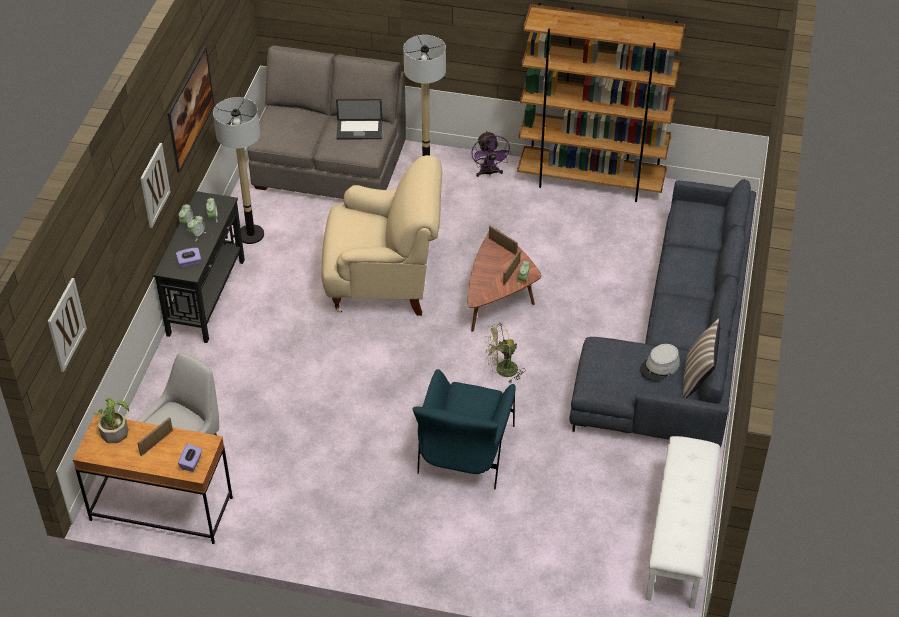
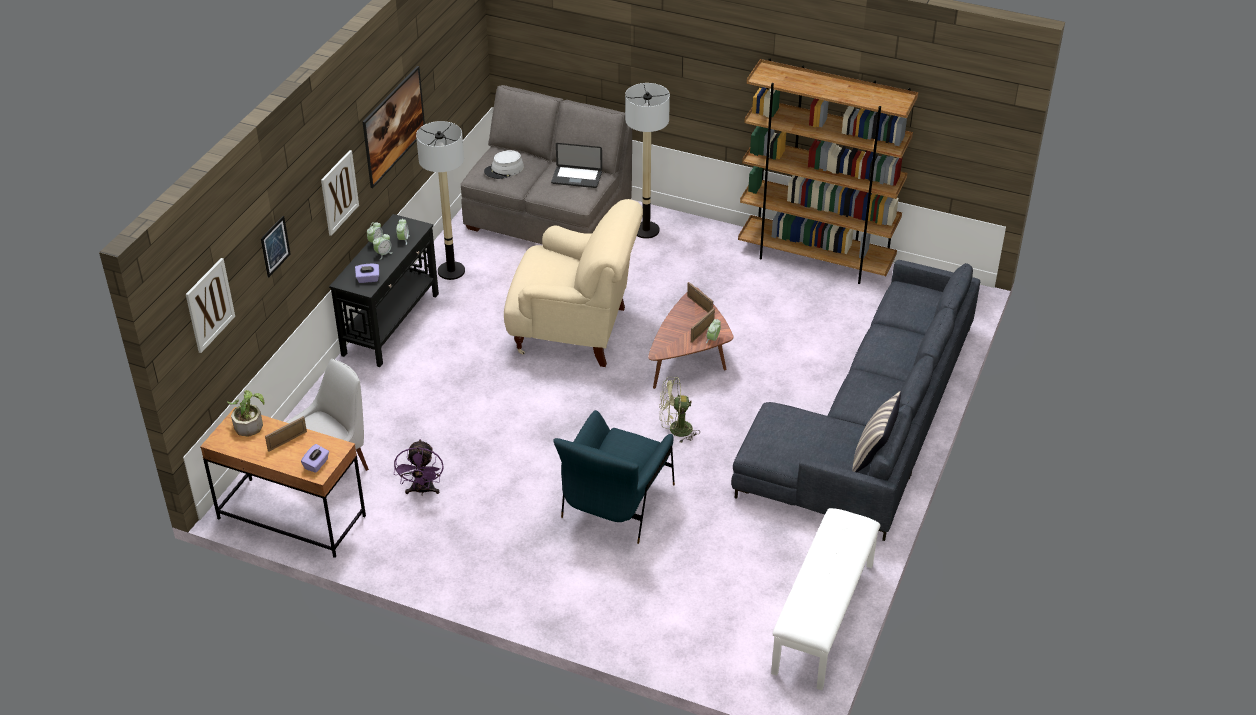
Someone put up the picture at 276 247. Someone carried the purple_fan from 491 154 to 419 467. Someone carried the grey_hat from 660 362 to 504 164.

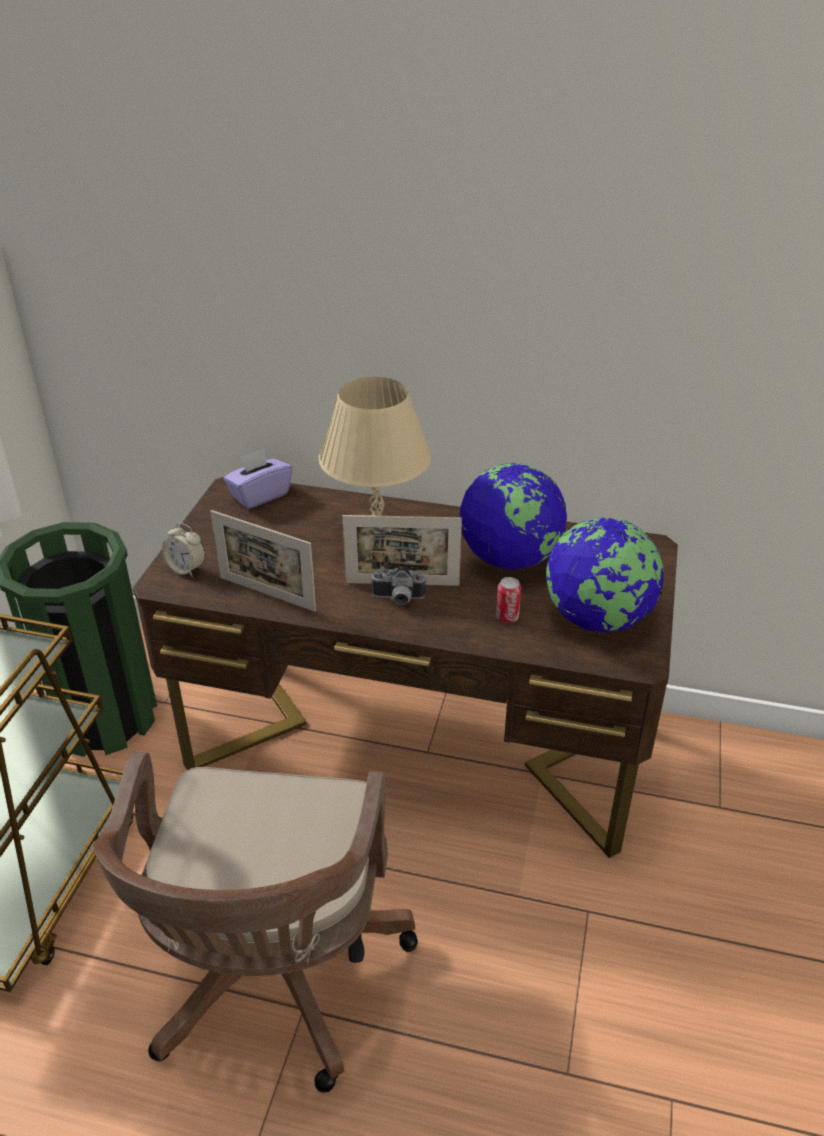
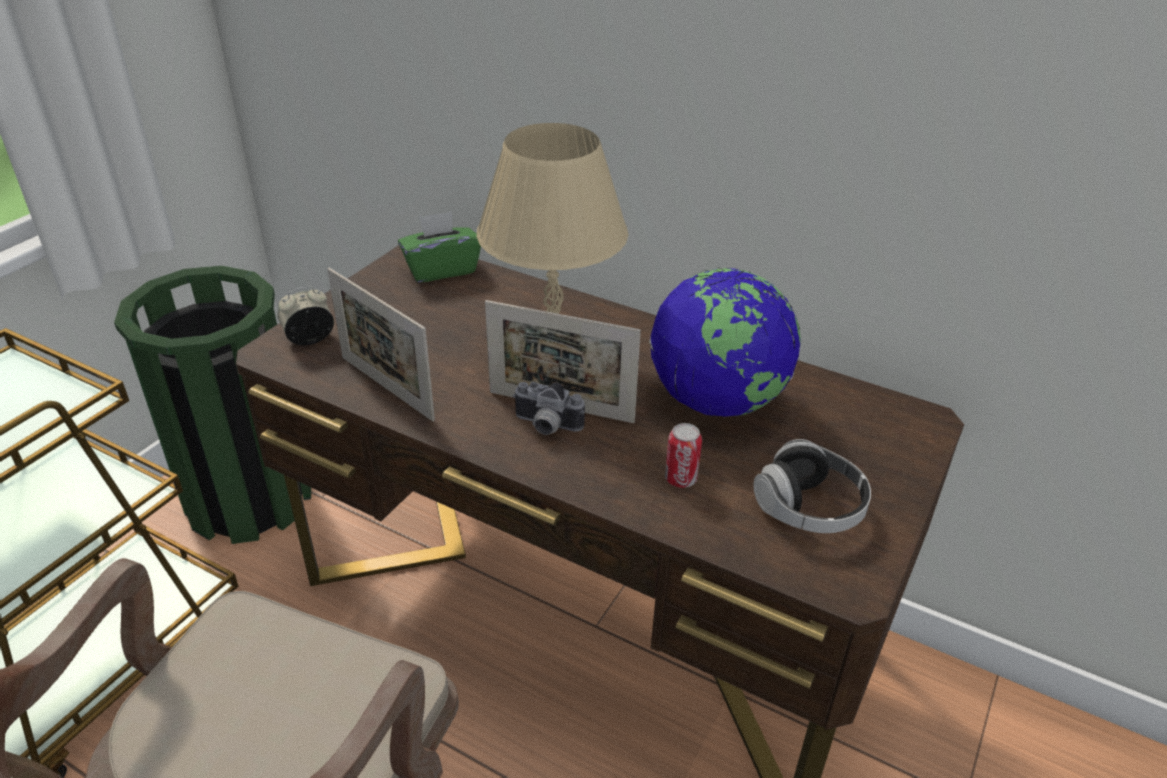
Someone rotated the alarm_clock at 184 550 by 105 degrees clockwise. Someone repainted the purple_tissue_box at 257 479, which became the green_tissue_box at 439 247. Someone swapped the globe at 605 575 for the headphones at 812 486.

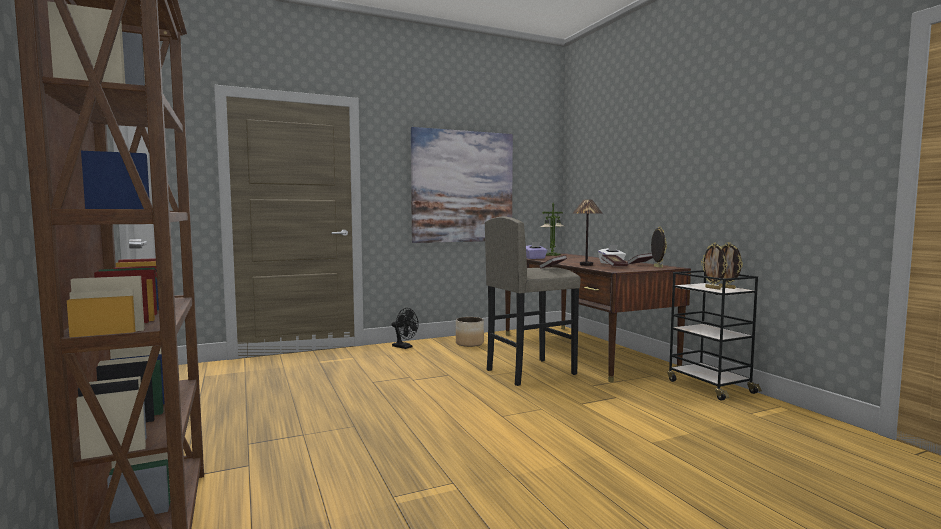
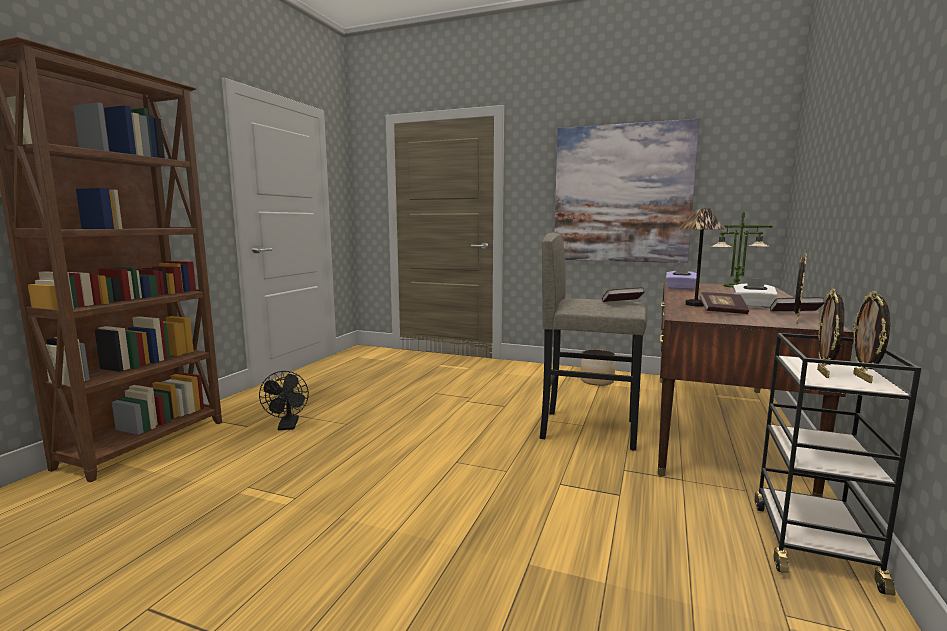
Someone carried the black_fan from 405 328 to 284 400.

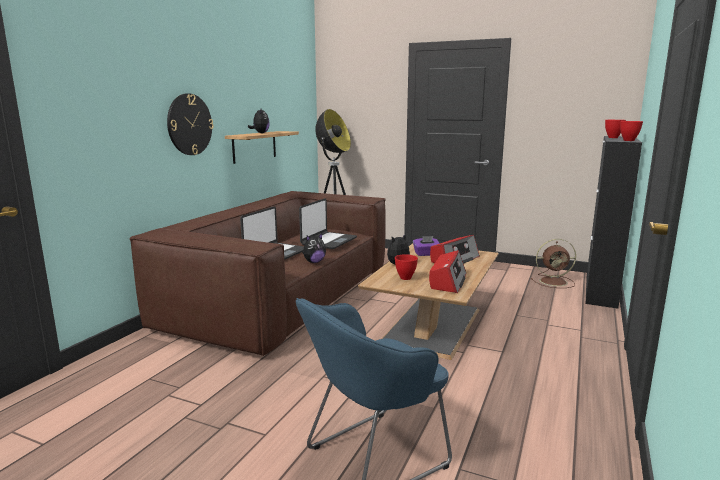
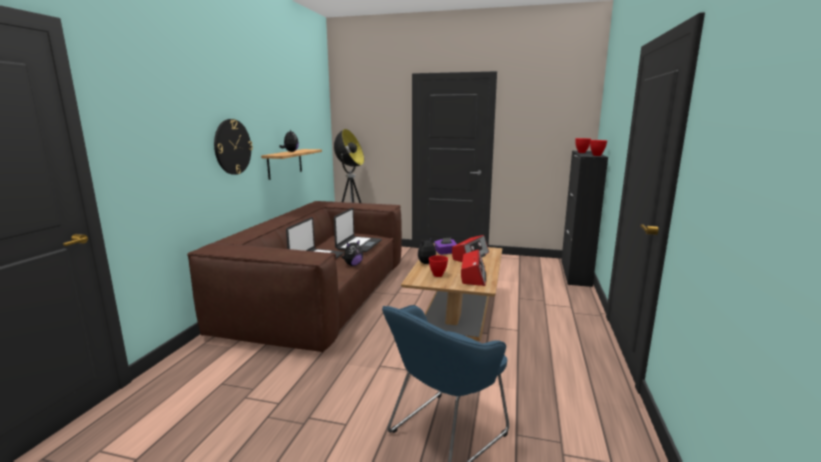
Someone took away the brown_fan at 553 263.

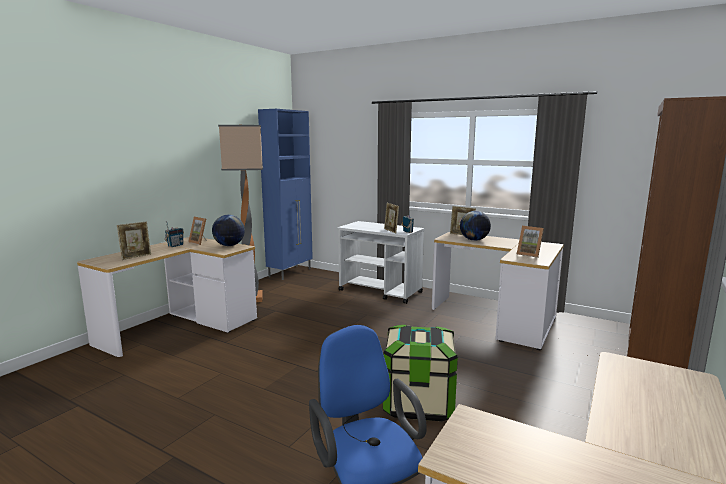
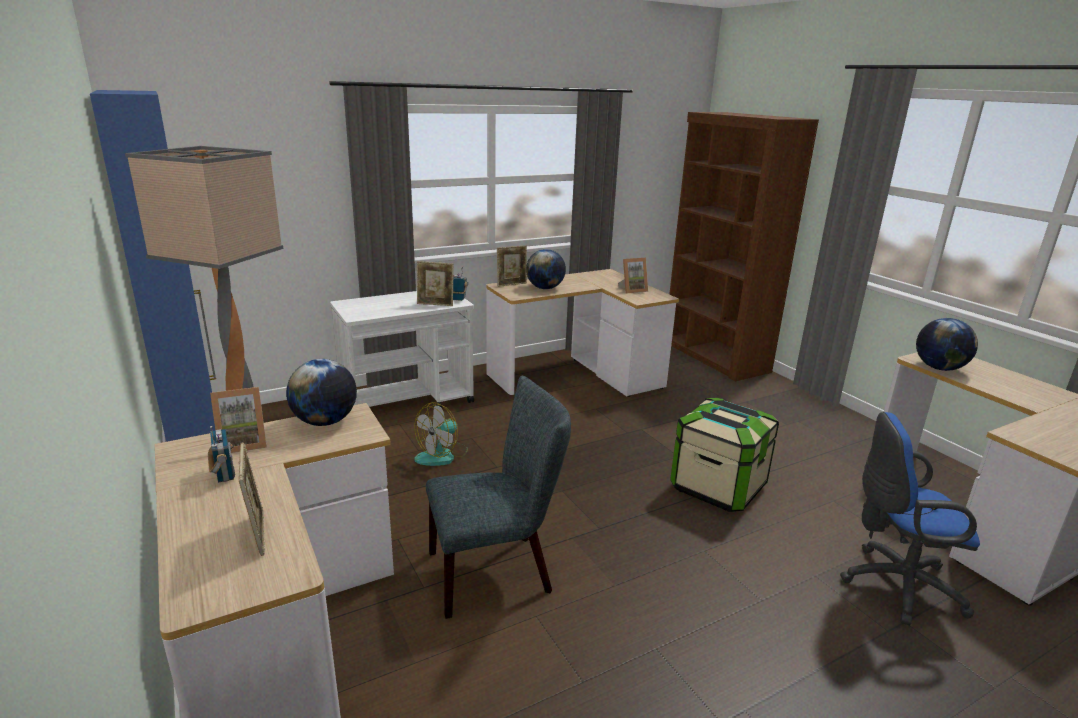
Someone put down the fan at 441 434. Someone put down the grey_chair at 498 497. Someone put down the globe at 947 344.

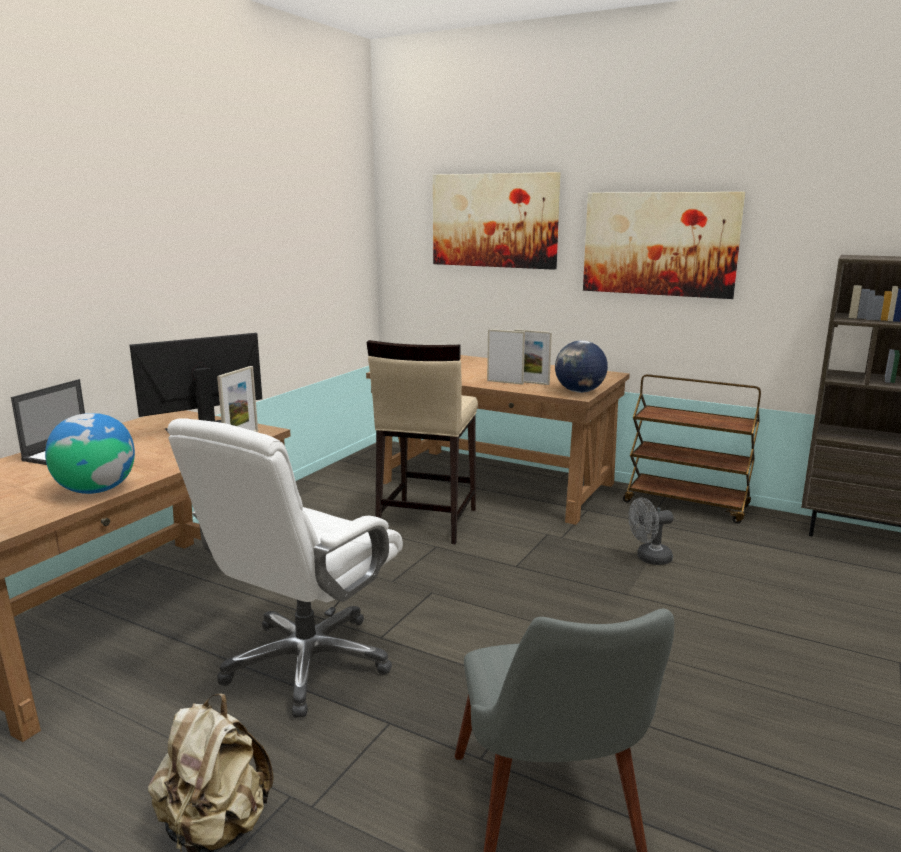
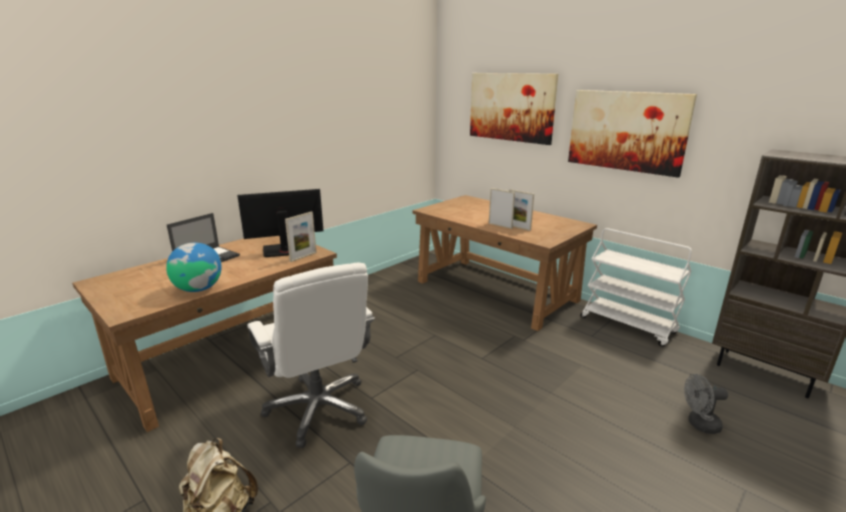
Someone rotated the white_office_chair at 285 568 by 75 degrees counterclockwise. Someone repainted the brown_cart at 692 449, which became the white_cart at 636 287. Someone carried the grey_fan from 650 531 to 706 404. Someone took away the beige_stool at 422 442. Someone took away the globe at 581 366.

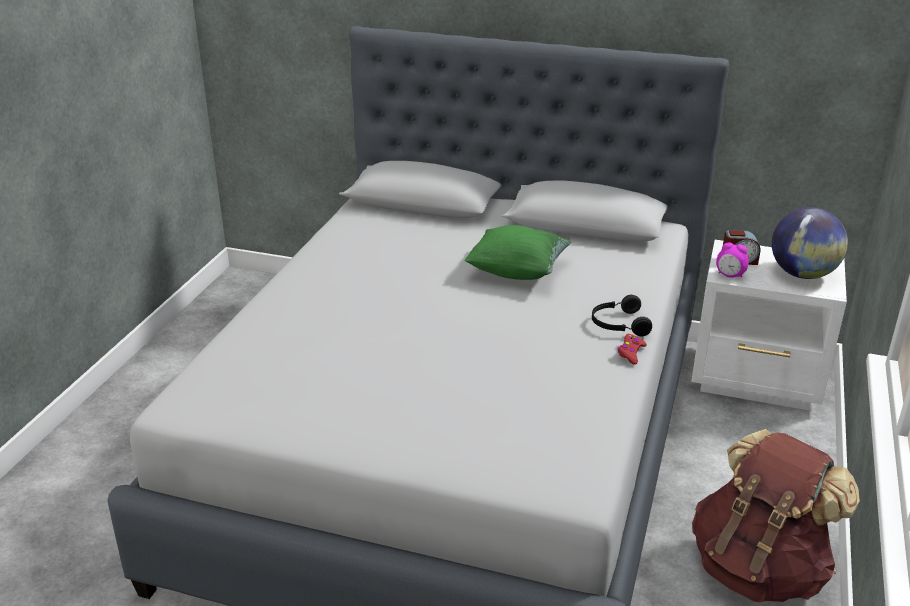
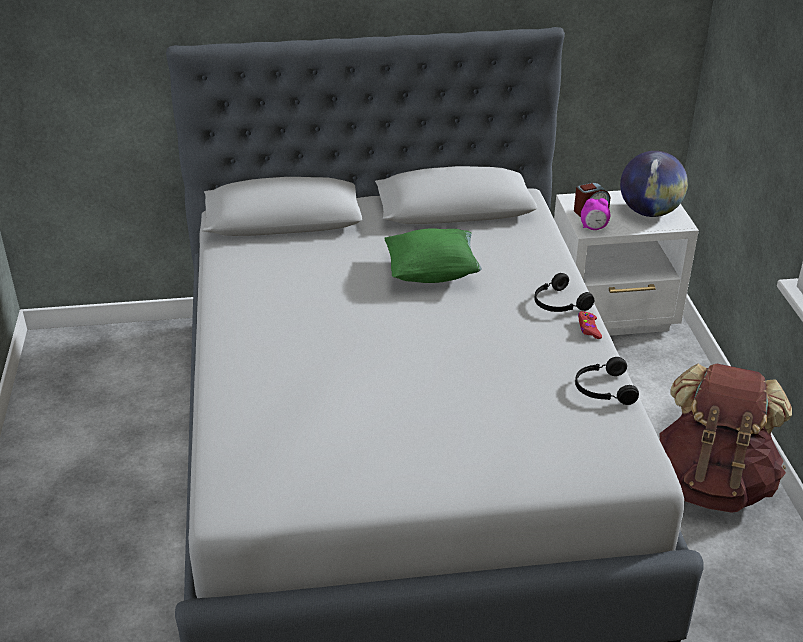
Someone put down the black_headphones at 607 381.

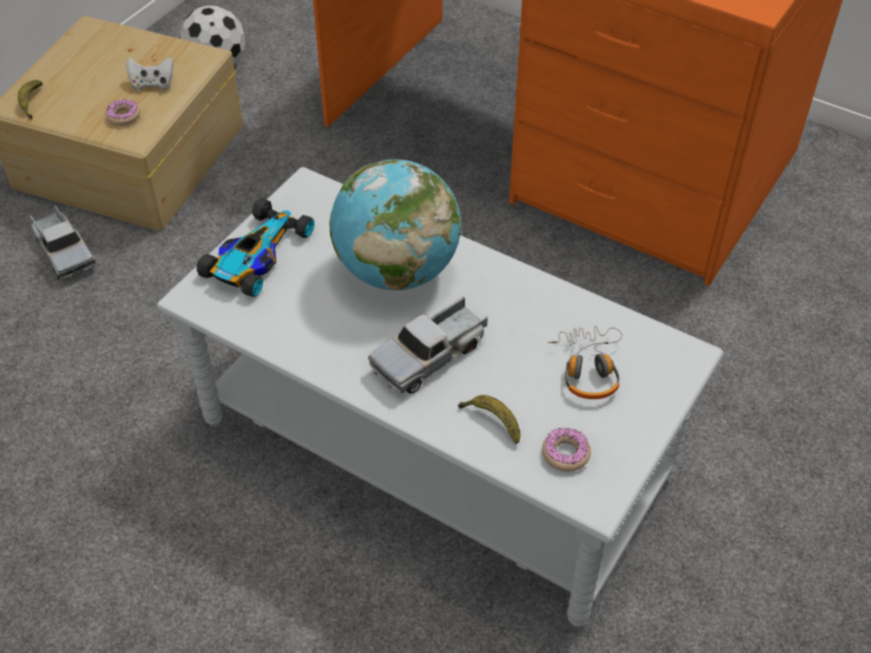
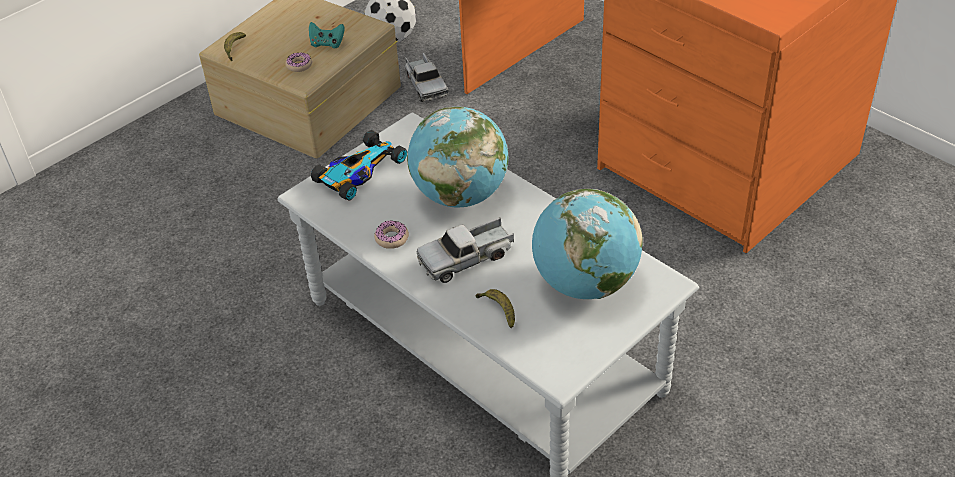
Someone repainted the white_game_controller at 149 73, which became the turquoise_game_controller at 327 35. Someone carried the donut from 566 450 to 391 235. Someone carried the toy_truck from 62 242 to 426 77. Someone swapped the headphones at 585 362 for the globe at 587 244.

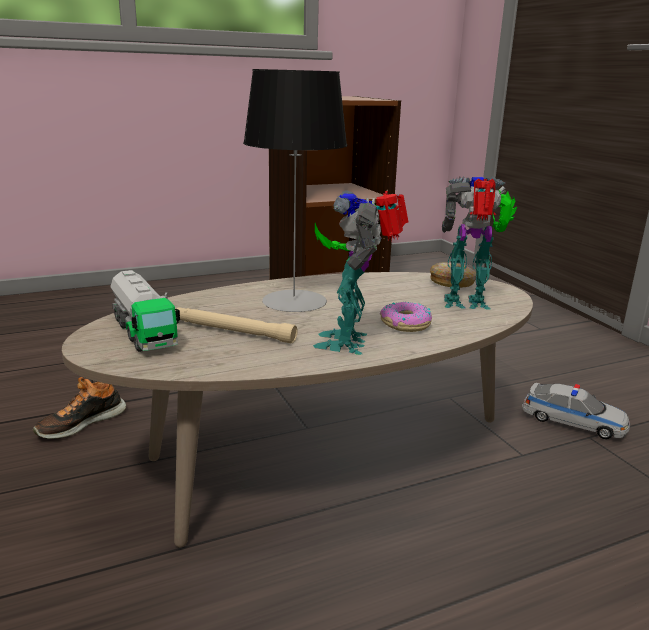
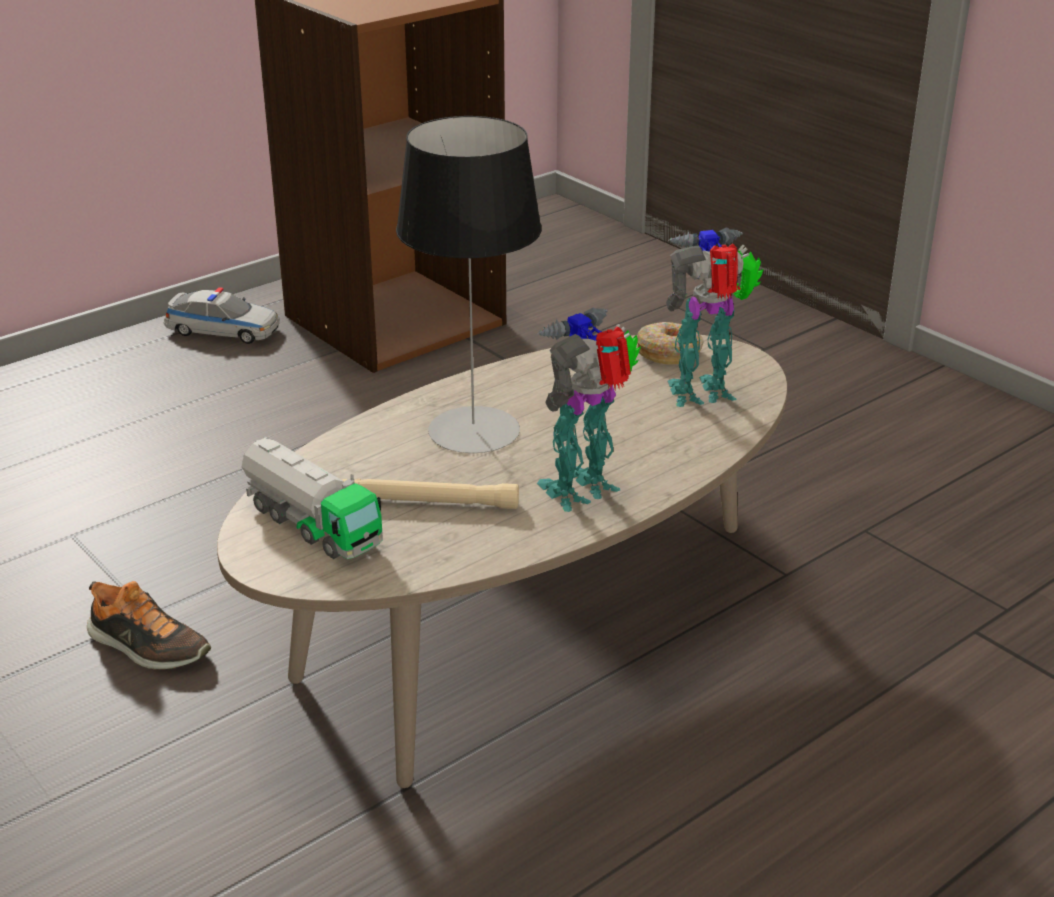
Someone rotated the shoe at 79 408 by 90 degrees counterclockwise. Someone carried the toy_car from 576 411 to 222 315. Someone rotated the toy_robot at 360 272 by 60 degrees clockwise. Someone took away the donut at 406 317.

